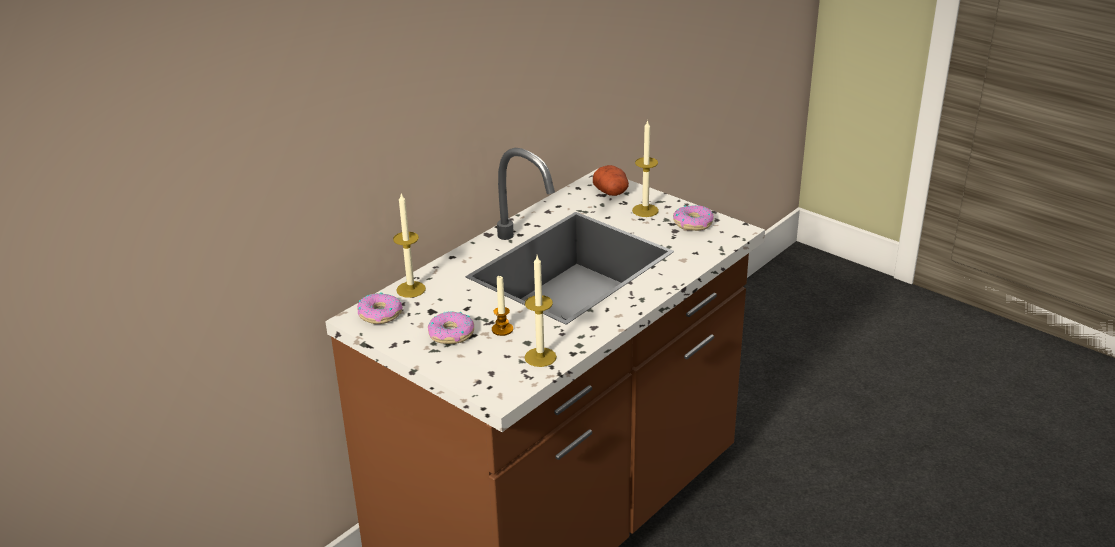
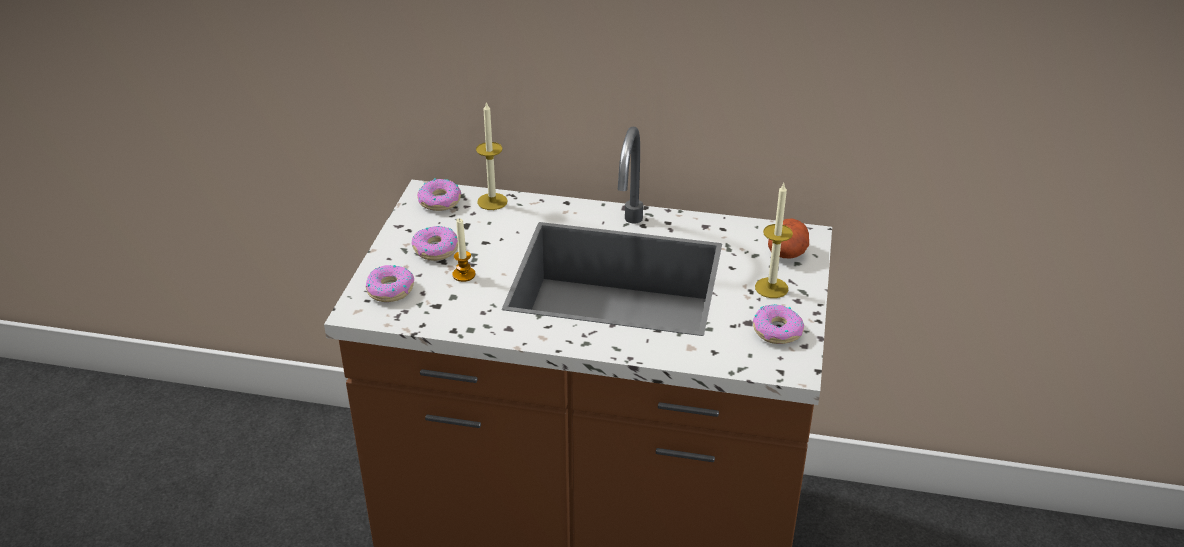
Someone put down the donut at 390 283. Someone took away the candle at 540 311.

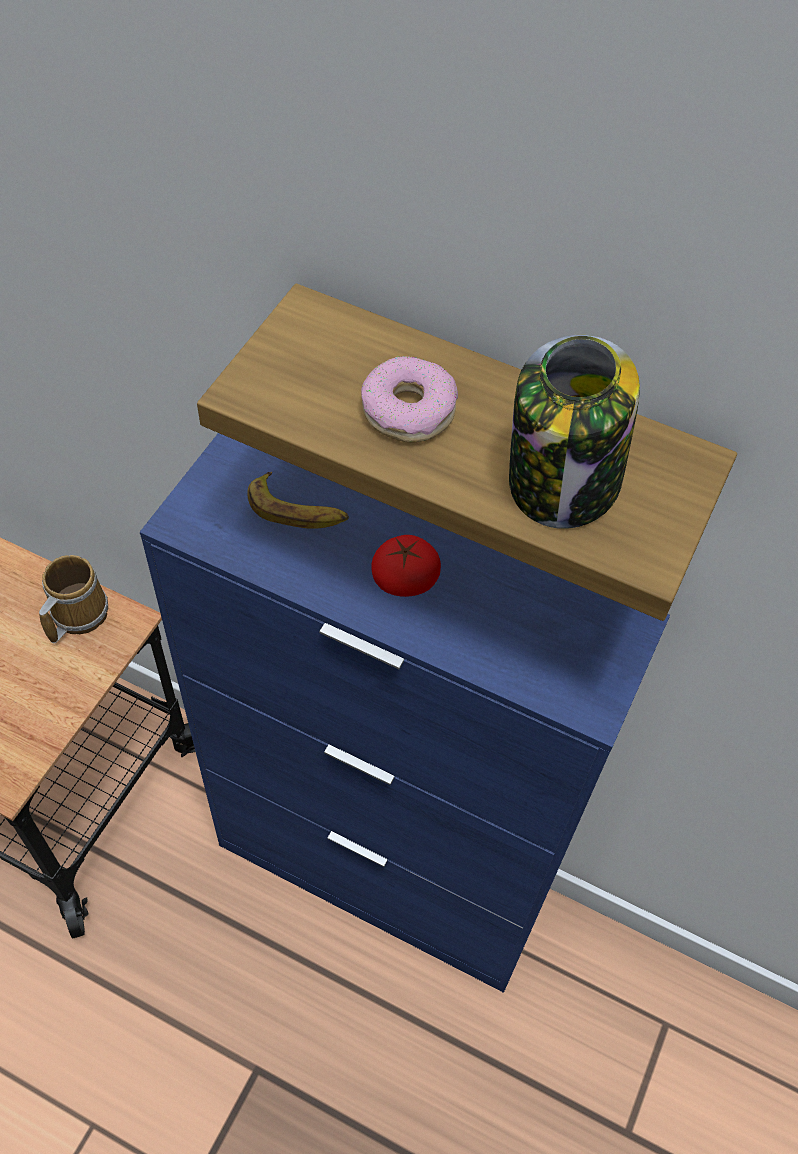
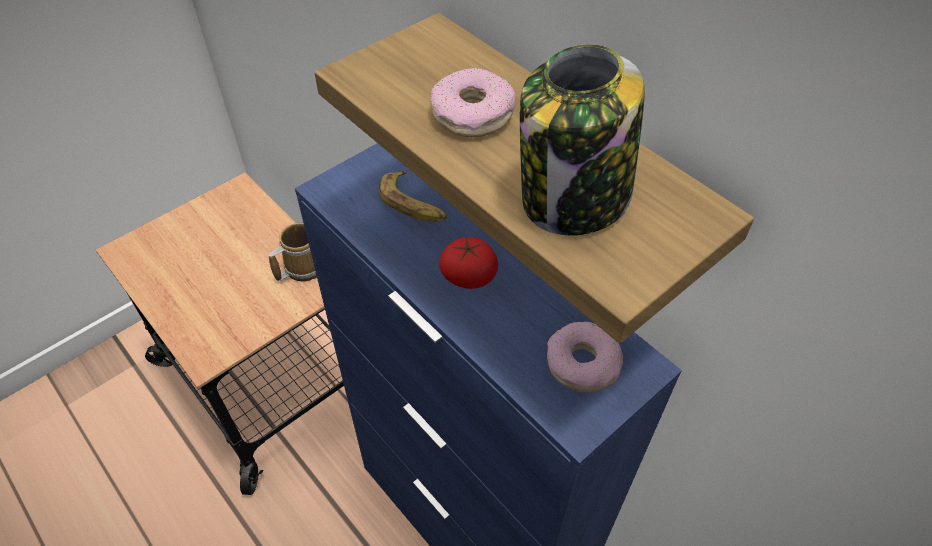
Someone put down the donut at 585 356.

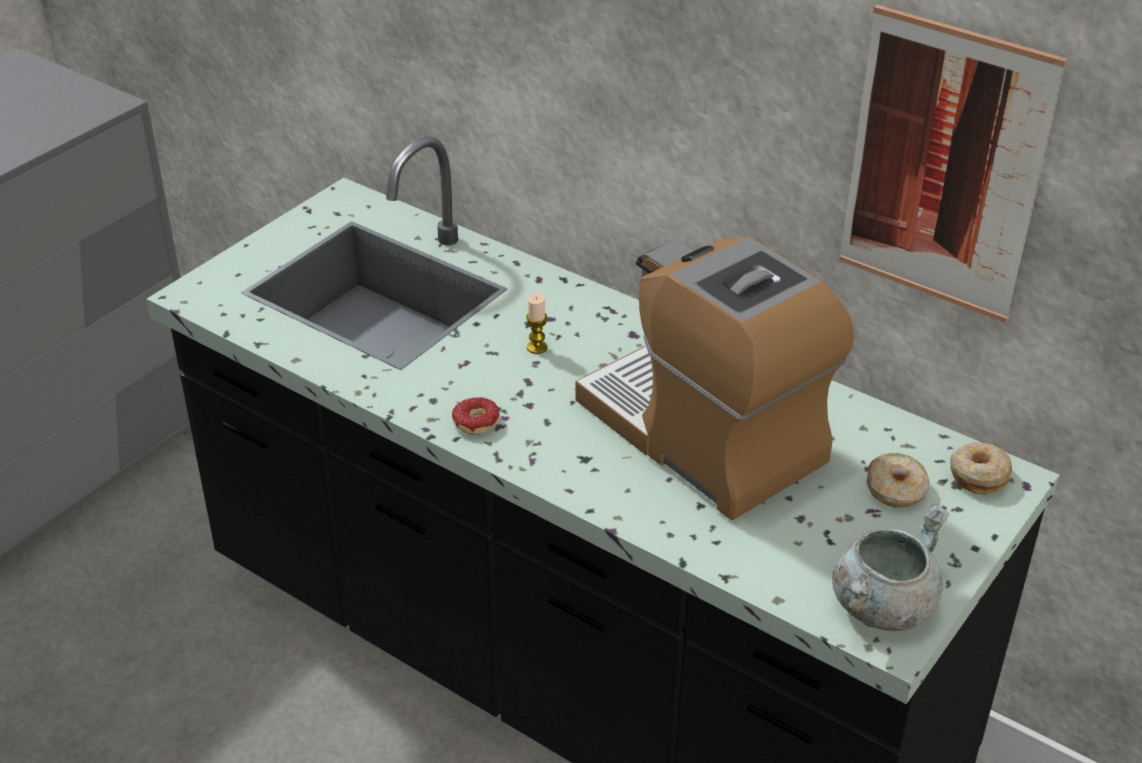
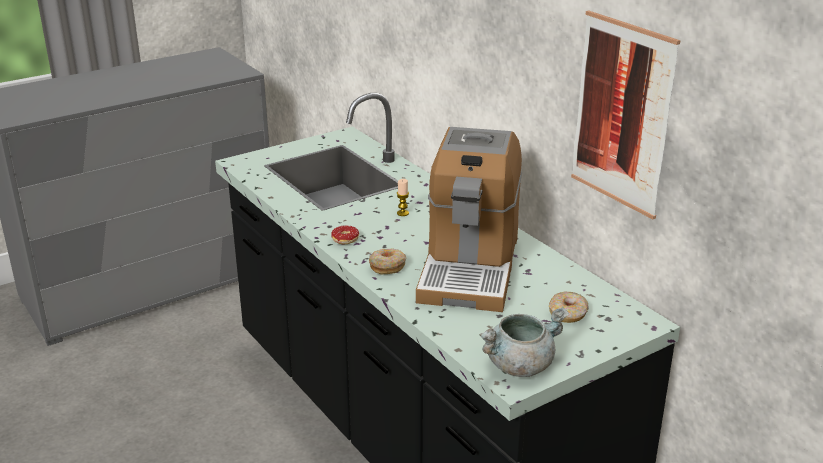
Someone carried the donut from 981 468 to 388 261. Someone rotated the coffee_machine at 714 378 by 150 degrees counterclockwise.

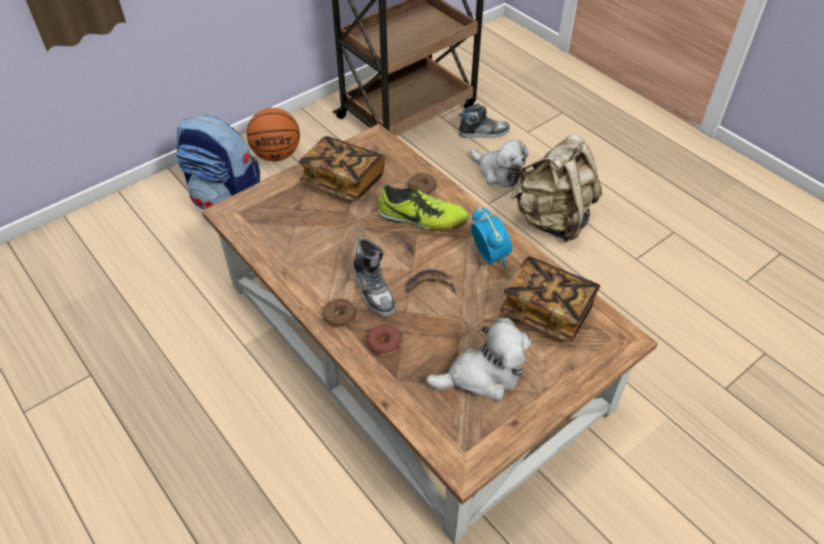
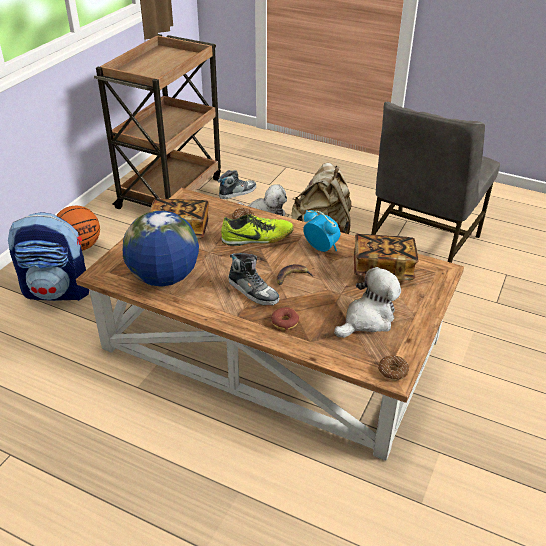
Someone put down the globe at 161 249. Someone put down the grey_chair at 435 182. Someone carried the donut from 340 313 to 393 368.

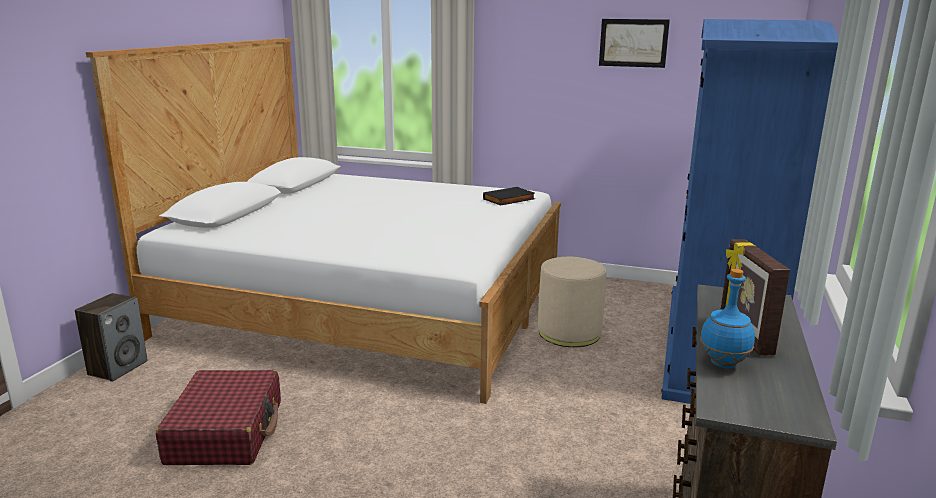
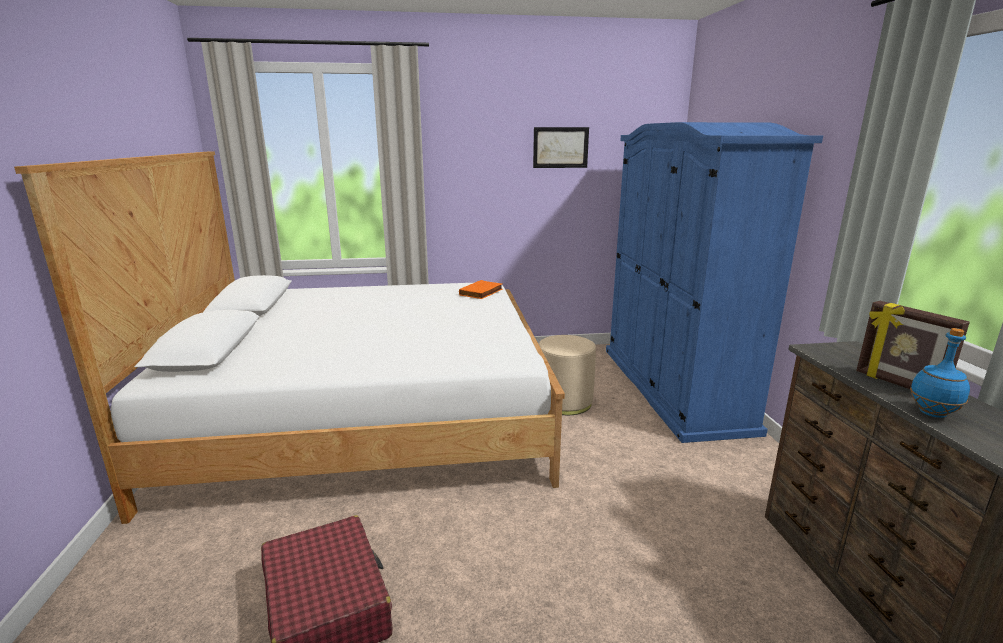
Someone repainted the black_book at 509 196, which became the orange_book at 480 289. Someone took away the speaker at 111 337.

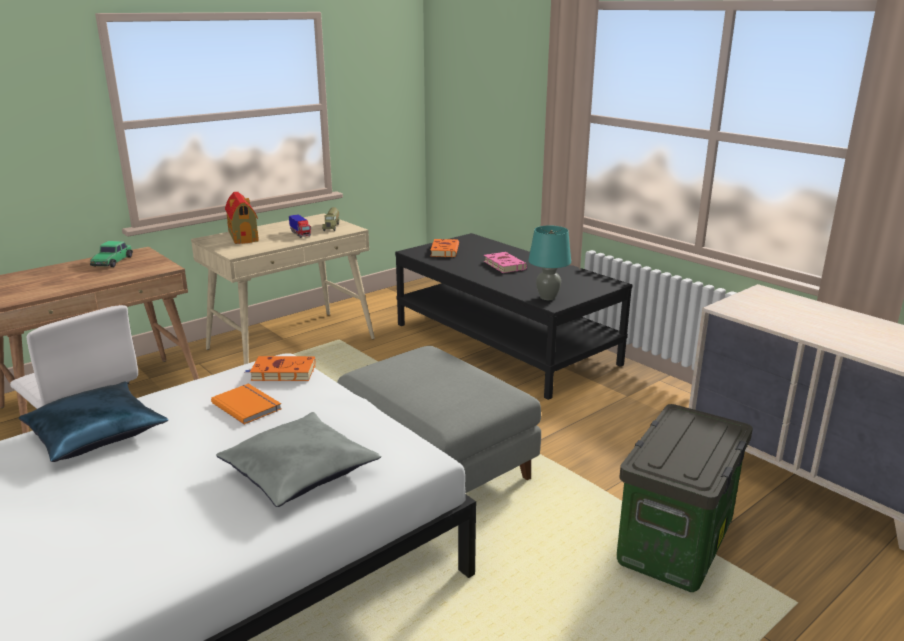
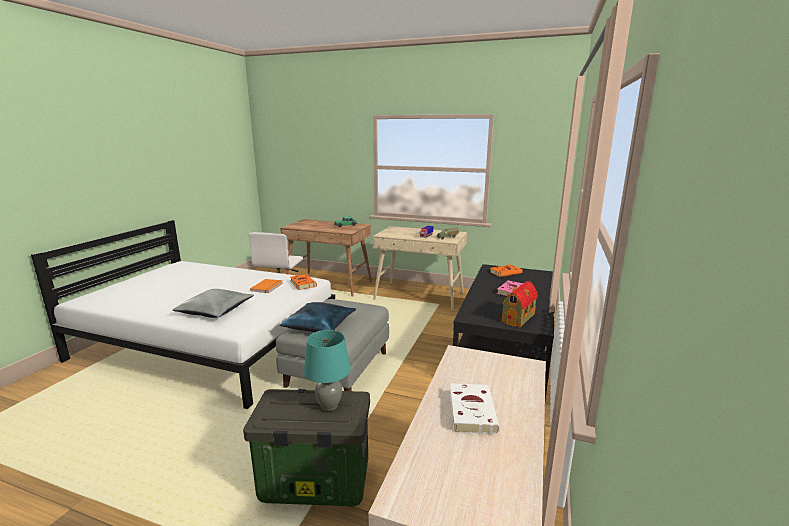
Someone carried the blue_pillow from 93 421 to 318 317. Someone carried the turquoise_table_lamp from 549 263 to 327 370. Someone put down the white_book at 475 409. Someone carried the toy_house from 242 218 to 520 304.

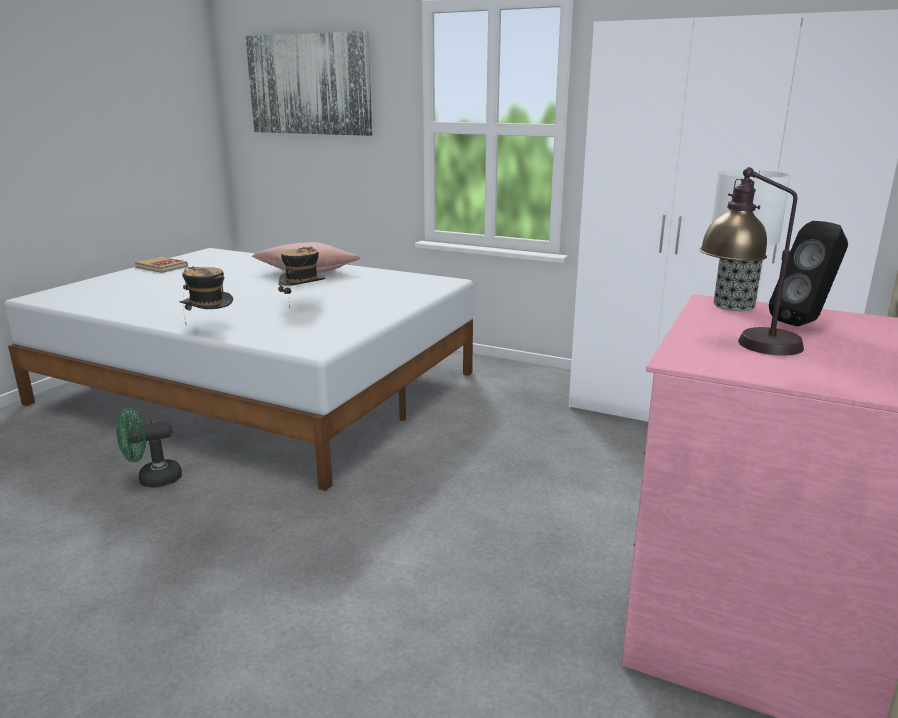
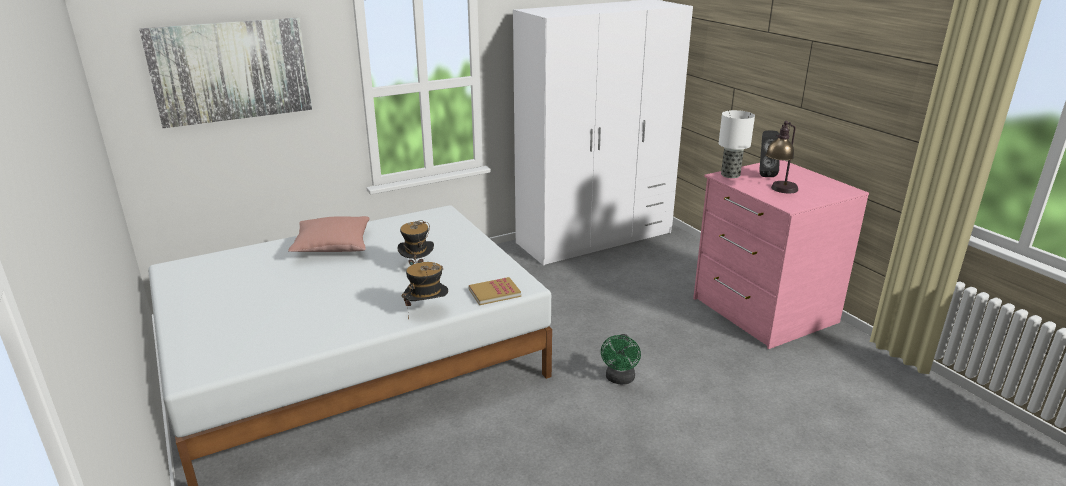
Someone carried the book from 161 265 to 495 291. Someone carried the green_fan from 149 448 to 621 359.

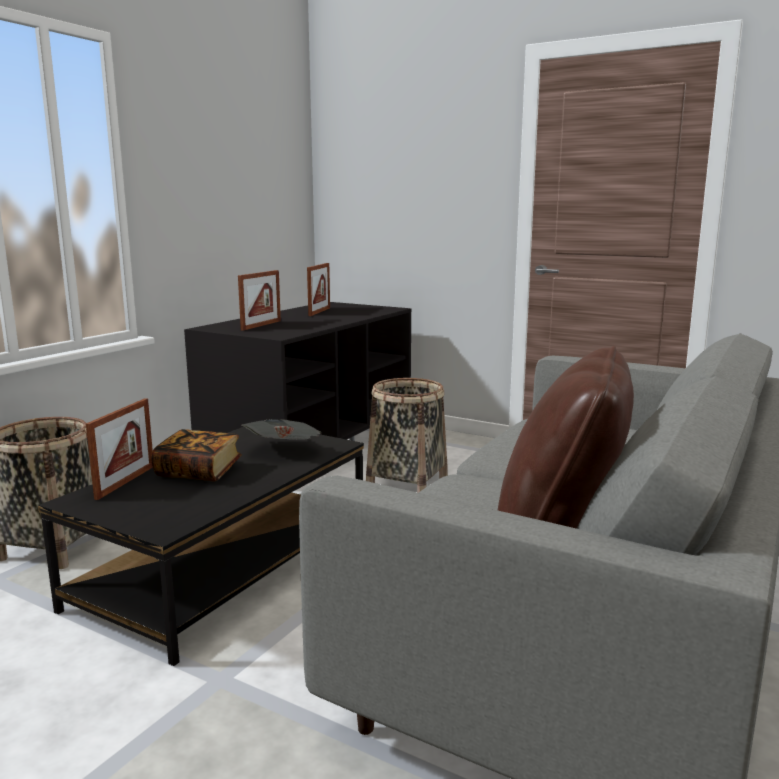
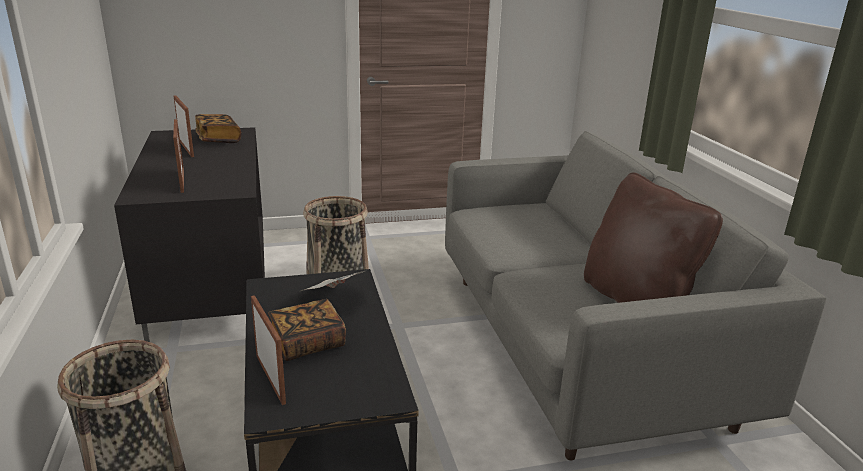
Someone put down the book at 218 128.

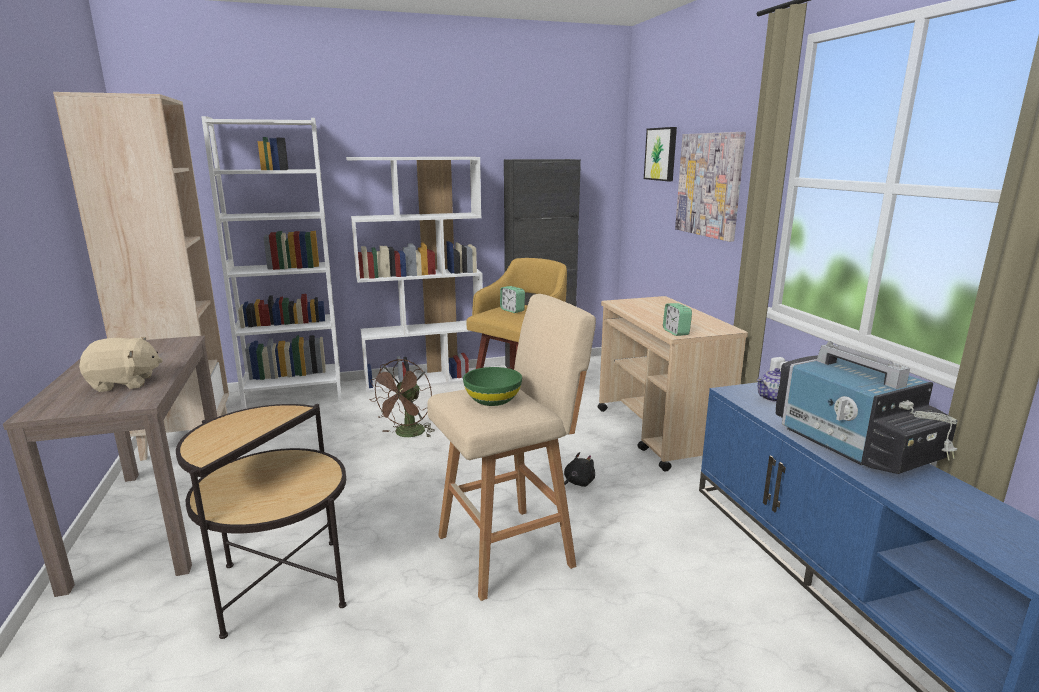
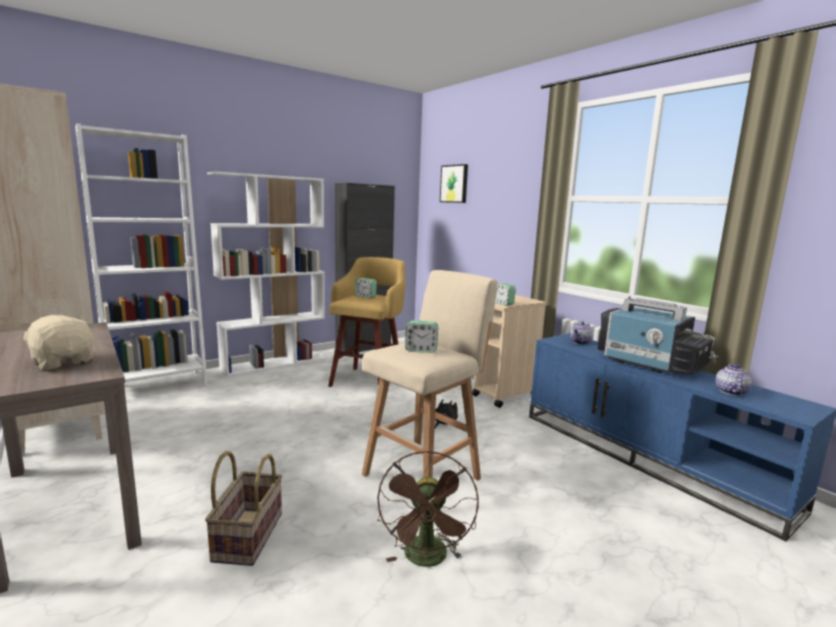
Someone rotated the beige_plush_toy at 121 364 by 105 degrees counterclockwise. Someone swapped the side_table at 261 521 for the basket at 243 508. Someone carried the brown_fan from 401 398 to 428 509. Someone swapped the green_bowl at 492 386 for the alarm_clock at 421 336. Someone put down the teapot at 733 380. Someone took away the picture at 710 187.

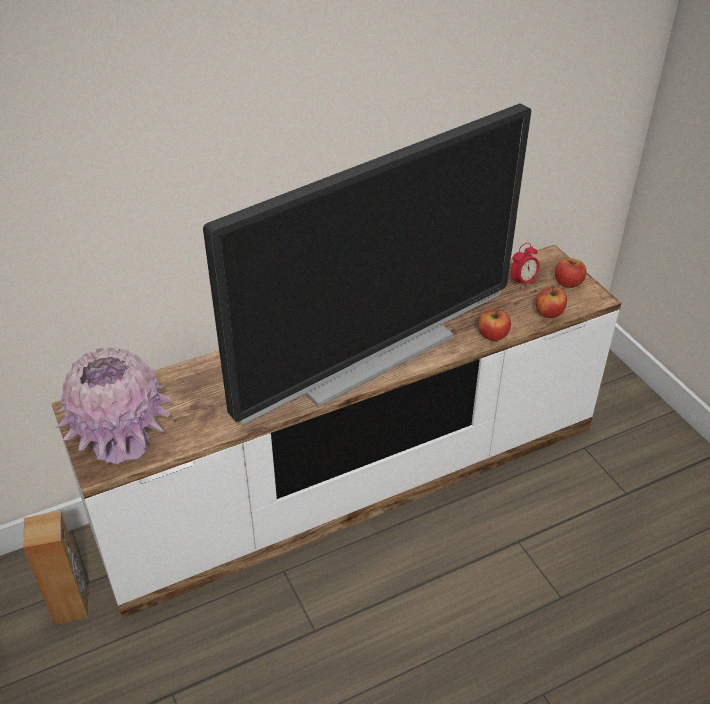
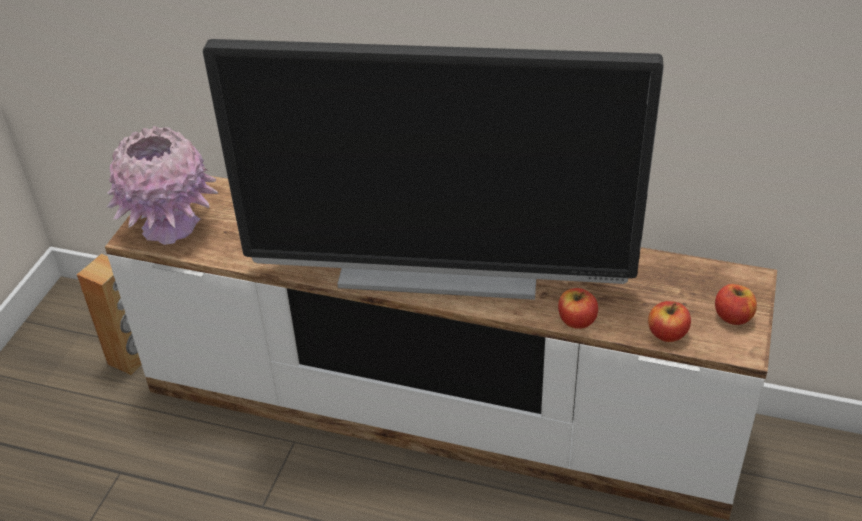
Someone took away the alarm_clock at 525 266.

